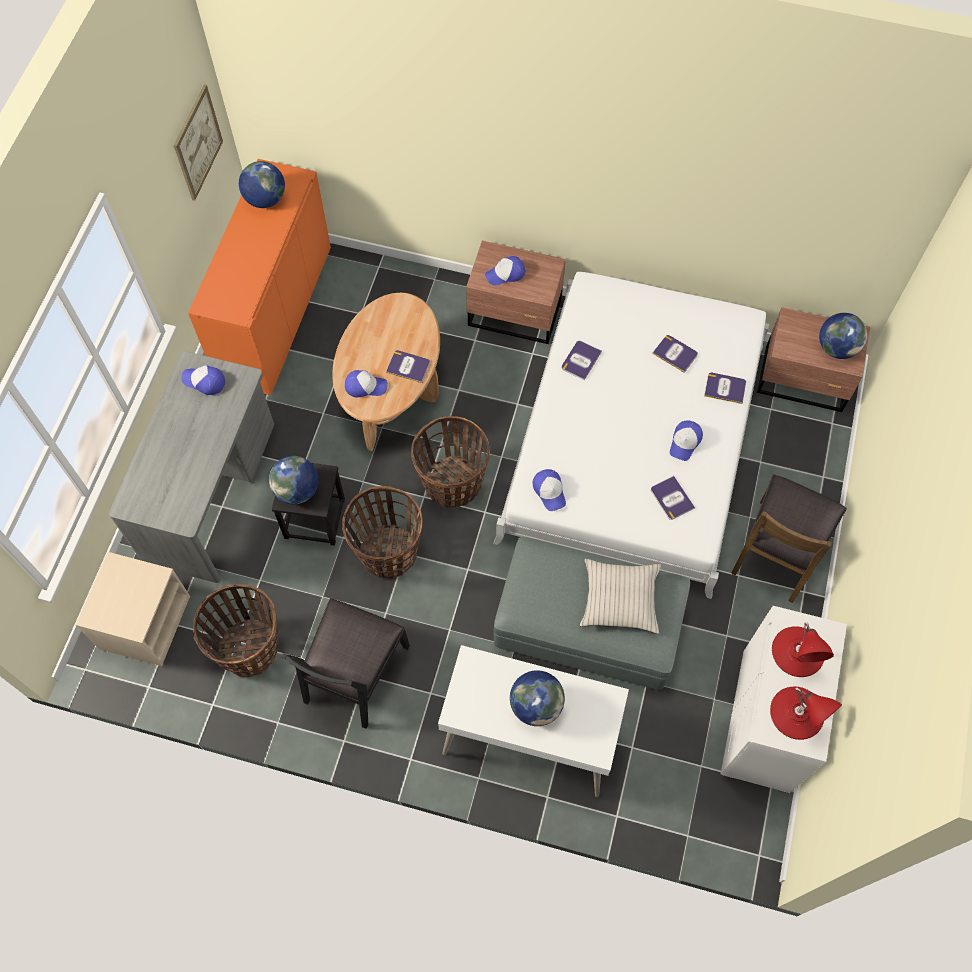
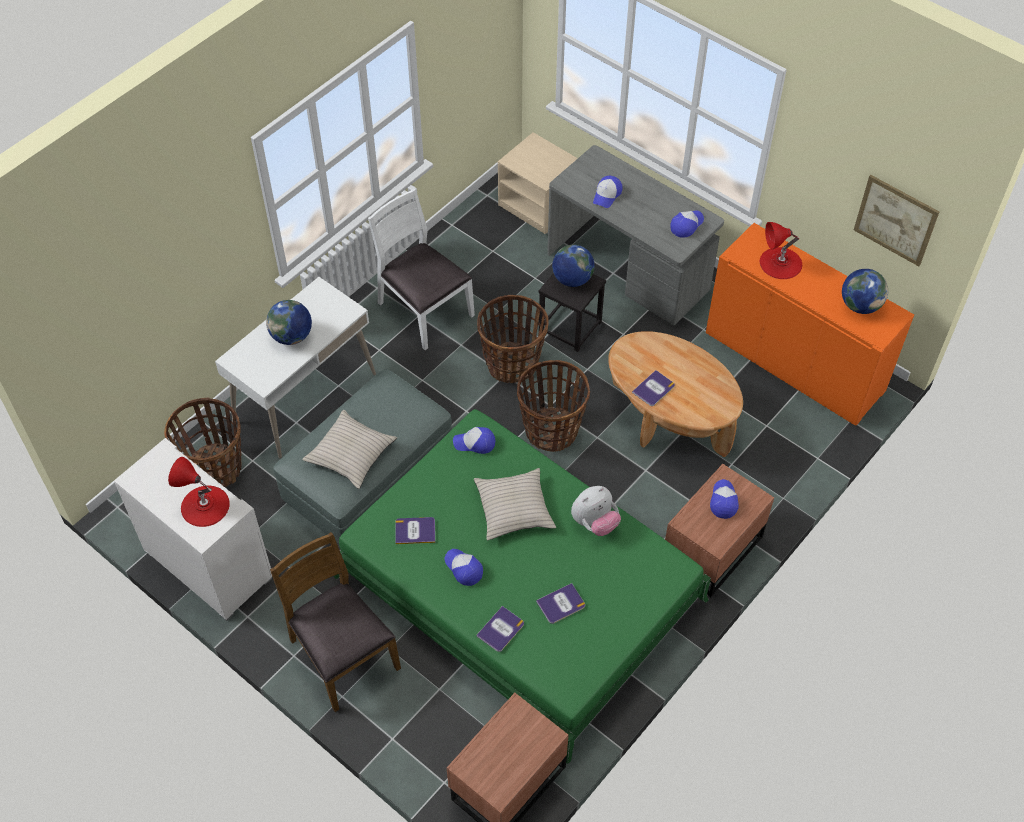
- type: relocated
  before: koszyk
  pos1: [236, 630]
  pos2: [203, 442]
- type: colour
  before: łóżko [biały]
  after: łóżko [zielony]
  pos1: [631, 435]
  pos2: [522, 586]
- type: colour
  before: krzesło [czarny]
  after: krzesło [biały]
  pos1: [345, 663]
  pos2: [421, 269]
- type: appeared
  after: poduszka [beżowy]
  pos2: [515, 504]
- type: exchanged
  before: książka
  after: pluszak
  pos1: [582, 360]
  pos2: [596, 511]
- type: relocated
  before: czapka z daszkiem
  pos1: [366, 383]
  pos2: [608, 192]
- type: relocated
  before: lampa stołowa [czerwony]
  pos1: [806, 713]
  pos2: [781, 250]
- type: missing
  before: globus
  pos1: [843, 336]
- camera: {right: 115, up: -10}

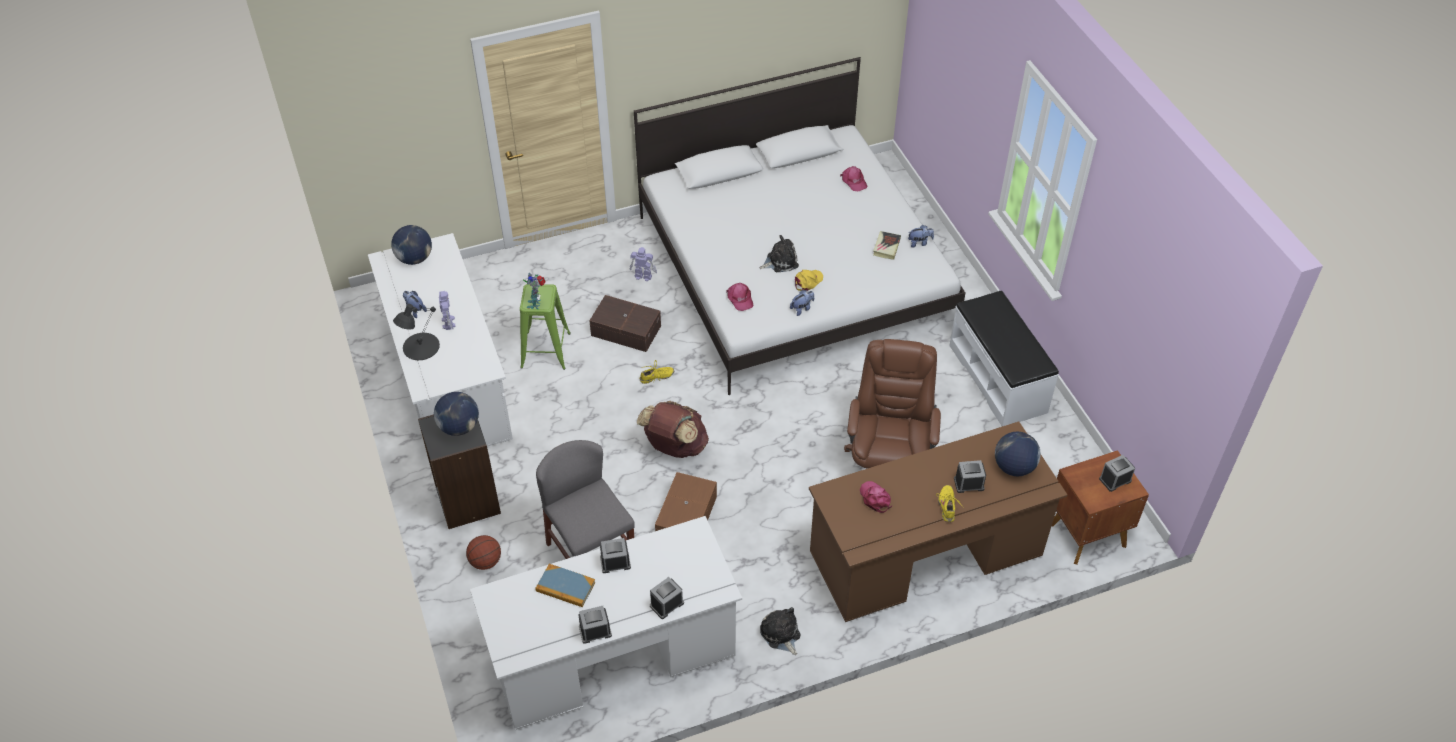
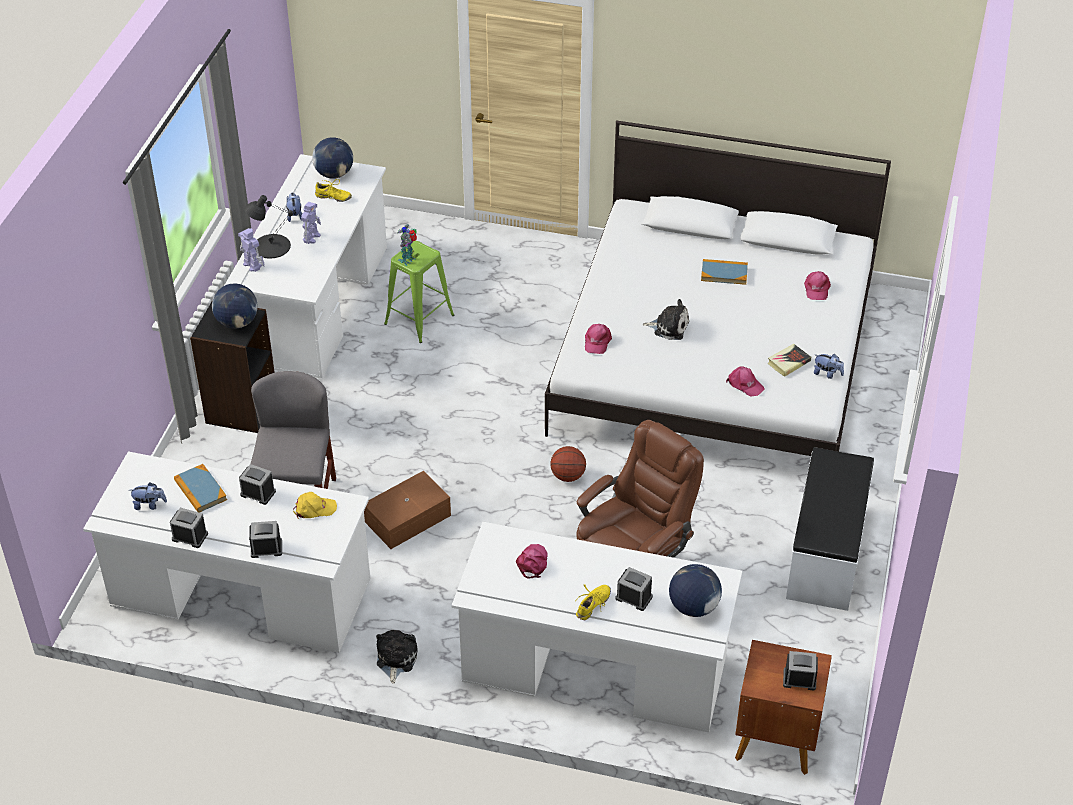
- type: relocated
  before: pluszak
  pos1: [802, 303]
  pos2: [149, 496]
- type: relocated
  before: robot zabawkowy
  pos1: [643, 264]
  pos2: [251, 250]
- type: relocated
  before: czapka z daszkiem [żółty]
  pos1: [809, 280]
  pos2: [315, 505]
- type: relocated
  before: but [żółty]
  pos1: [657, 372]
  pos2: [333, 190]
- type: colour
  before: biurko [brązowy]
  after: biurko [biały]
  pos1: [938, 521]
  pos2: [597, 627]
- type: relocated
  before: piłka do koszykówki
  pos1: [483, 552]
  pos2: [568, 464]
- type: appeared
  after: książka
  pos2: [724, 272]
- type: appeared
  after: czapka z daszkiem [różowy]
  pos2: [745, 381]
- type: missing
  before: pojemnik do przechowywania [brązowy]
  pos1: [625, 323]
- type: missing
  before: plecak [brązowy]
  pos1: [673, 429]
- camera: {right: 35, up: -5}

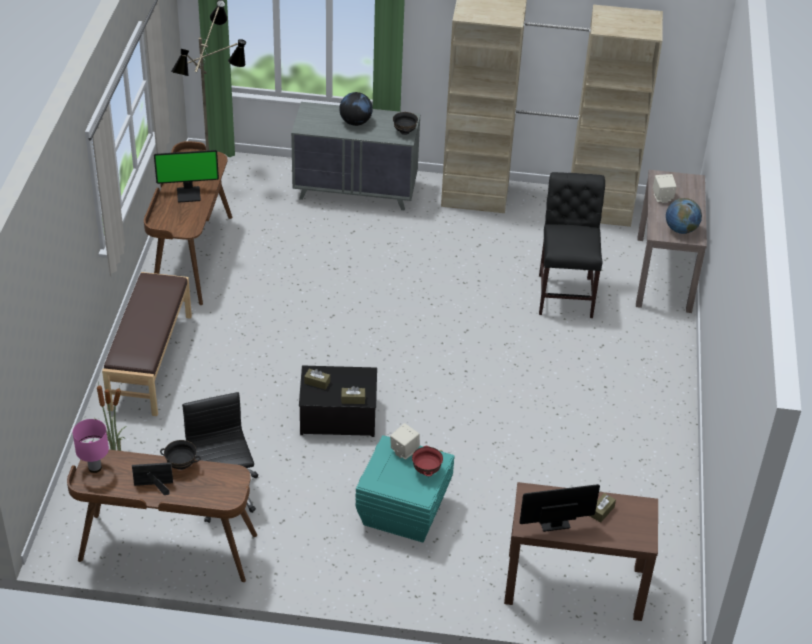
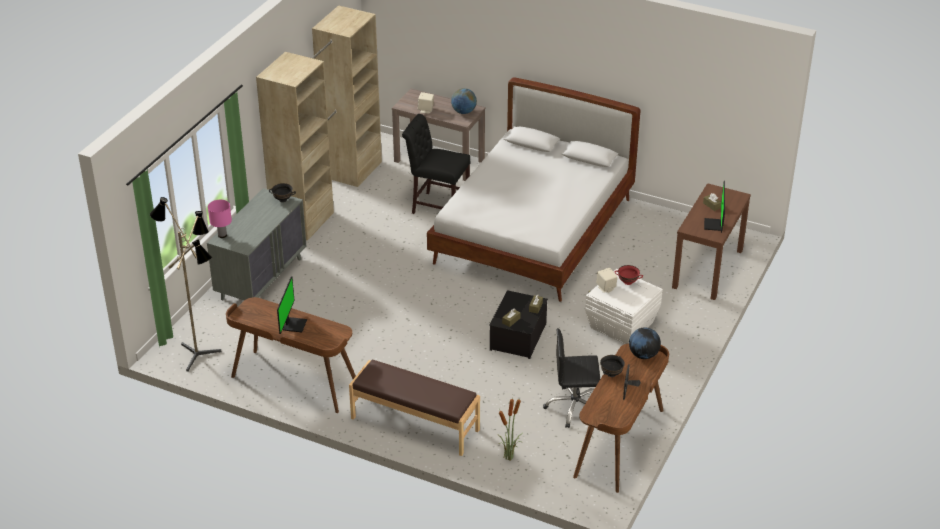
- type: relocated
  before: lampa stołowa [różowy]
  pos1: [91, 446]
  pos2: [220, 219]
- type: appeared
  after: łóżko [biały]
  pos2: [534, 189]
- type: colour
  before: pojemnik do przechowywania [turkusowy]
  after: pojemnik do przechowywania [biały]
  pos1: [405, 489]
  pos2: [624, 306]
- type: relocated
  before: globus
  pos1: [356, 109]
  pos2: [645, 343]
- camera: {right: -70, up: -5}

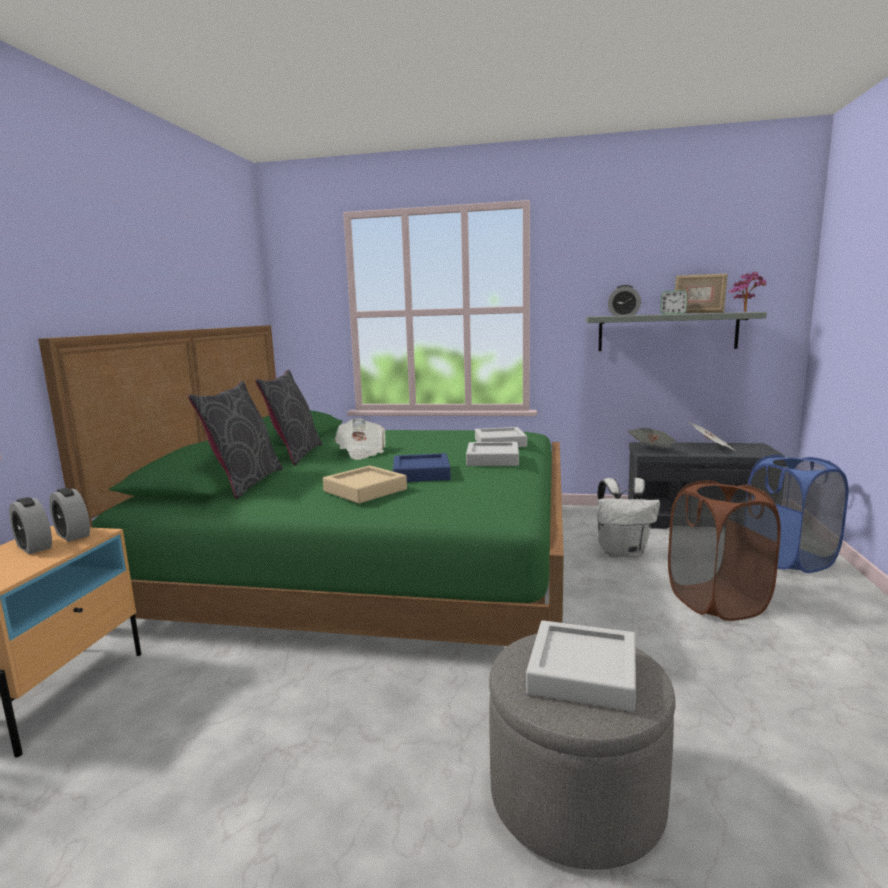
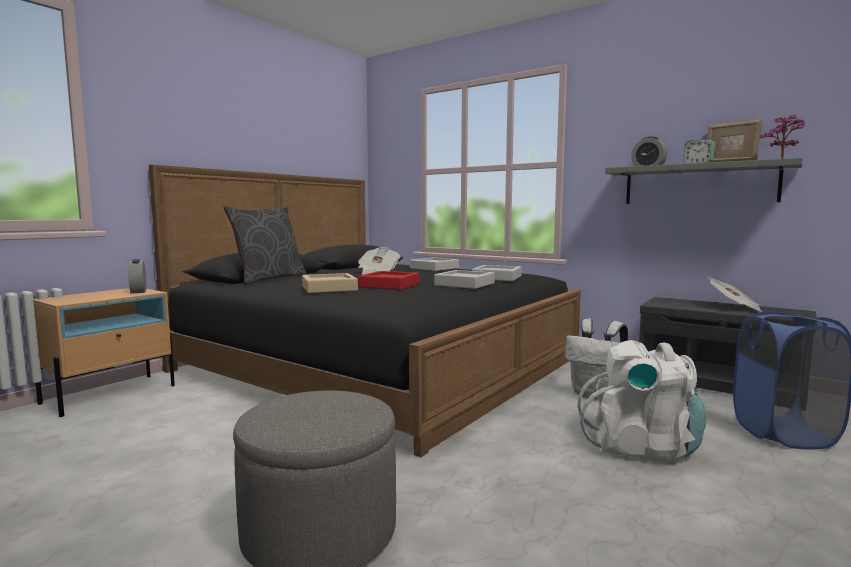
- type: colour
  before: łóżko [zielony]
  after: łóżko [czarny]
  pos1: [301, 485]
  pos2: [365, 311]
- type: colour
  before: taca [niebieski]
  after: taca [czerwony]
  pos1: [422, 467]
  pos2: [389, 280]
- type: relocated
  before: taca [szary]
  pos1: [581, 666]
  pos2: [434, 264]
- type: exchanged
  before: kosz na pranie [brązowy]
  after: plecak [biały]
  pos1: [724, 550]
  pos2: [642, 401]
- type: missing
  before: budzik
  pos1: [30, 525]
- type: missing
  before: poduszka [szary]
  pos1: [288, 417]
- type: missing
  before: gazeta
  pos1: [651, 437]
- camera: {right: 25, up: -5}

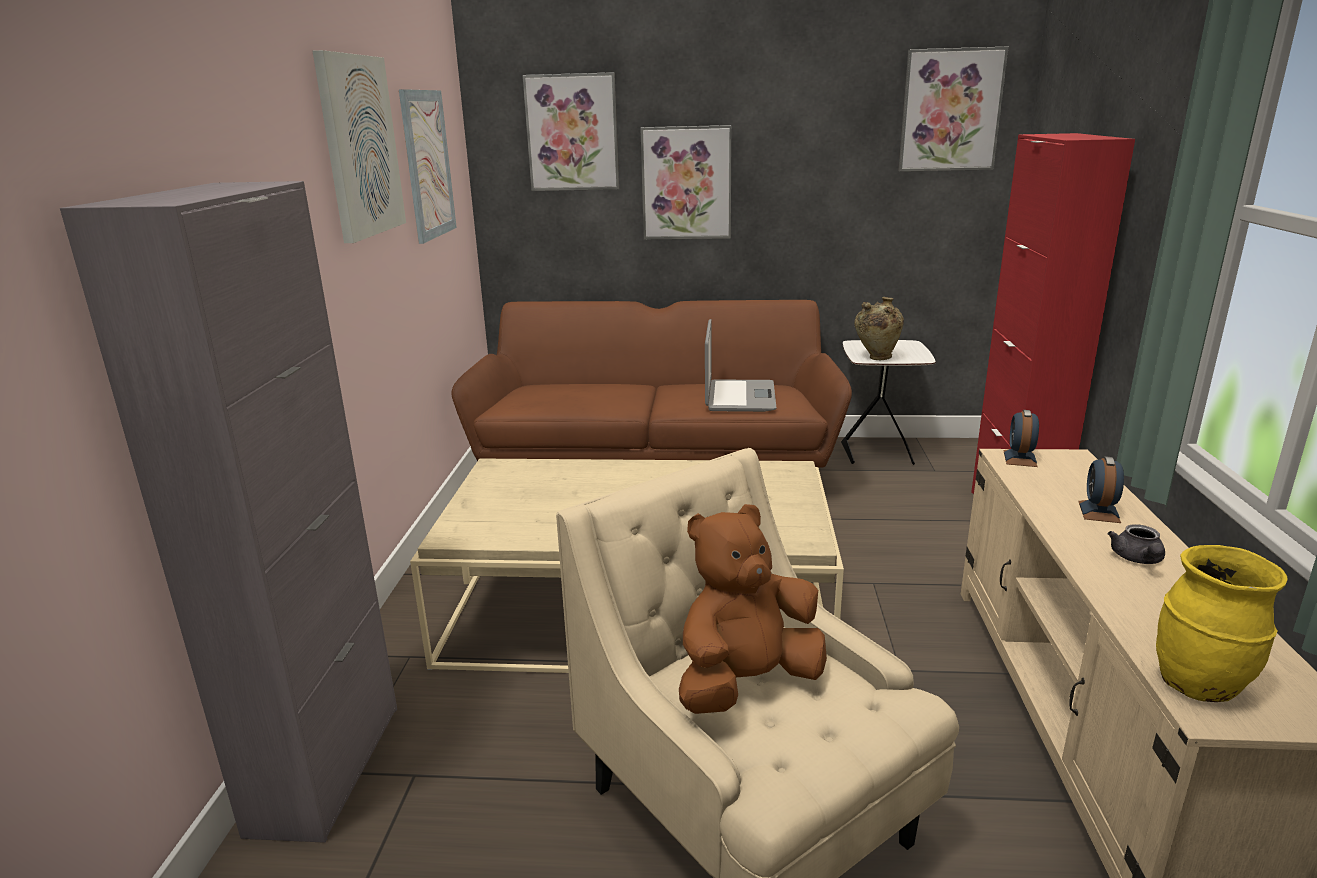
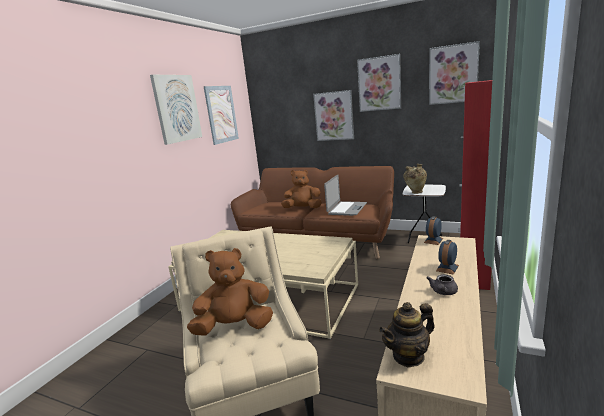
- type: appeared
  after: pluszak [brązowy]
  pos2: [301, 189]
- type: relocated
  before: obraz
  pos1: [570, 131]
  pos2: [379, 83]
- type: exchanged
  before: wazon [żółty]
  after: imbryk
  pos1: [1222, 623]
  pos2: [407, 334]
- type: missing
  before: szafka [szary]
  pos1: [228, 512]
- camera: {right: 20, up: -5}

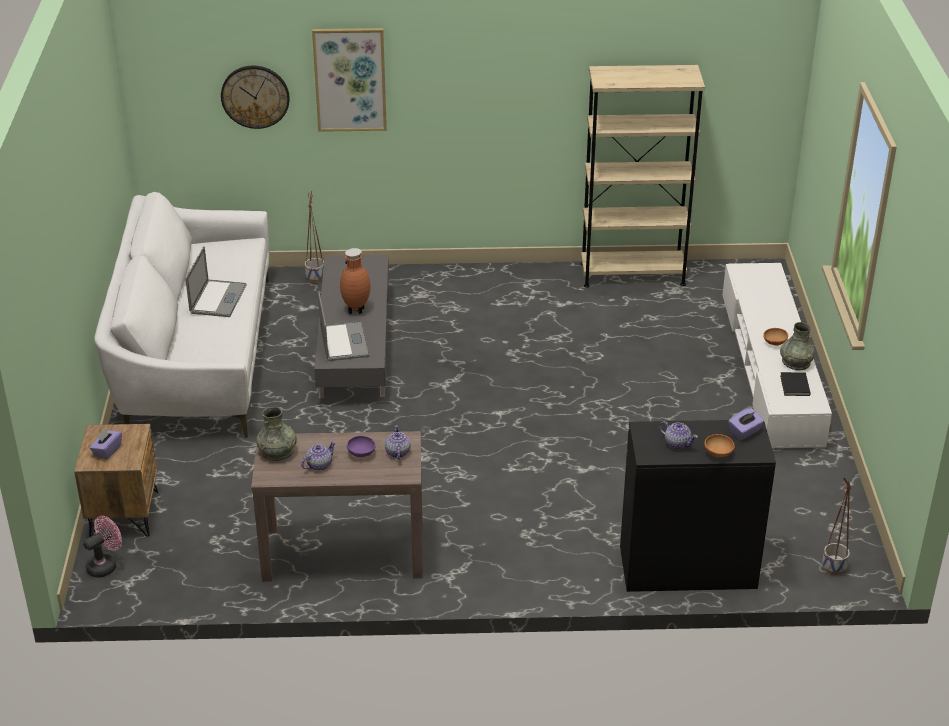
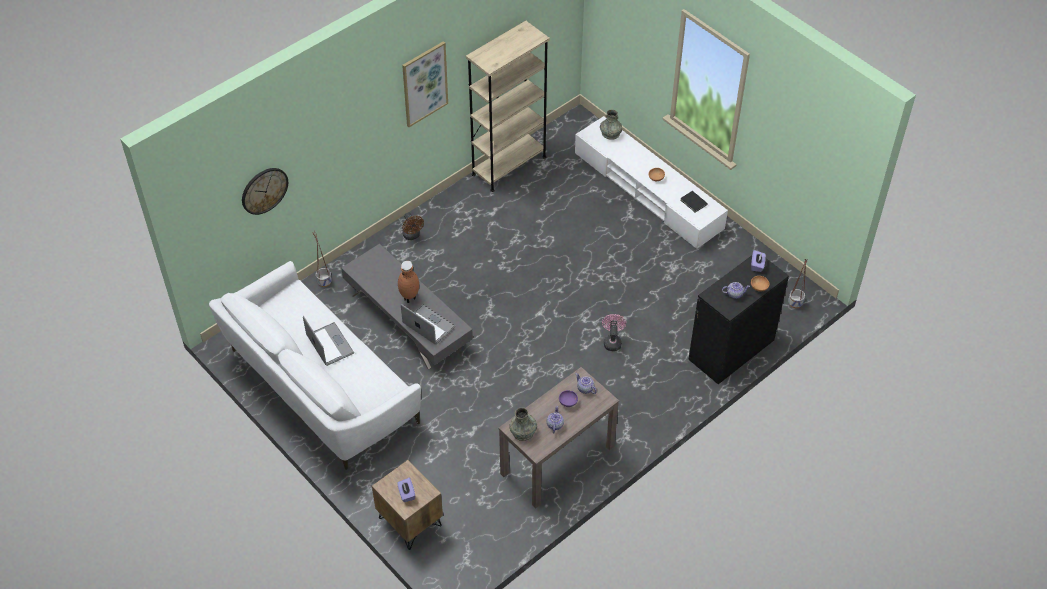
- type: relocated
  before: obraz
  pos1: [349, 80]
  pos2: [425, 84]
- type: appeared
  after: wentylator [brązowy]
  pos2: [413, 226]
- type: relocated
  before: wazon [szary]
  pos1: [797, 346]
  pos2: [611, 125]
- type: relocated
  before: wentylator [różowy]
  pos1: [102, 547]
  pos2: [614, 332]
- camera: {right: -40, up: 15}

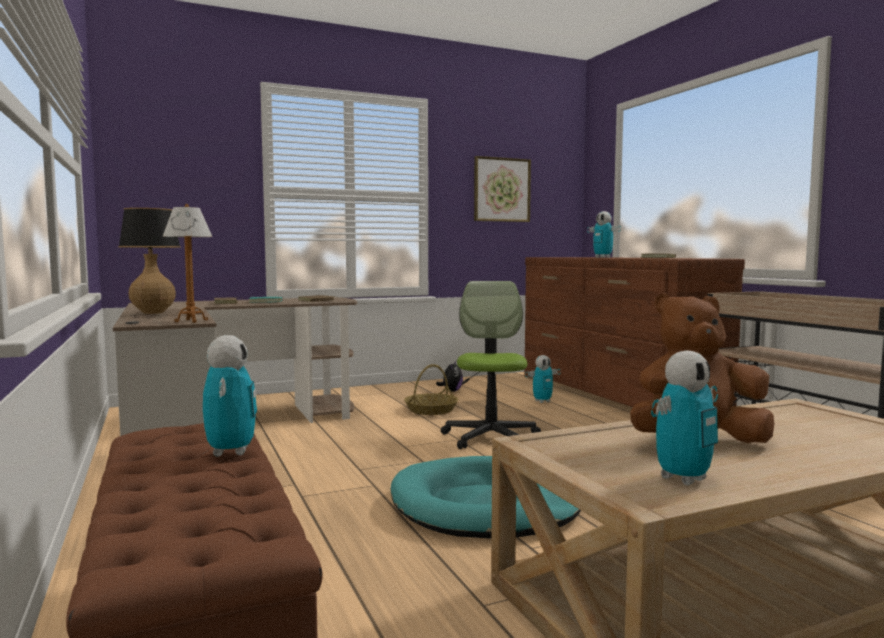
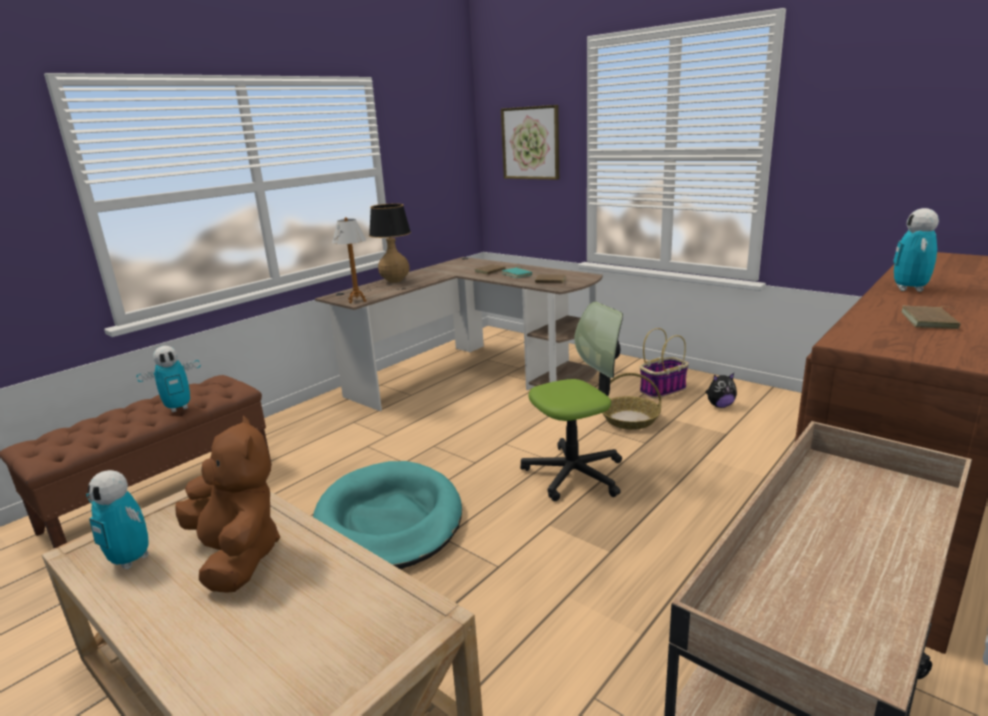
- type: relocated
  before: obraz
  pos1: [502, 189]
  pos2: [530, 142]
- type: appeared
  after: koszyk
  pos2: [664, 363]
- type: missing
  before: robot zabawkowy
  pos1: [543, 379]
- camera: {right: 65, up: 15}

